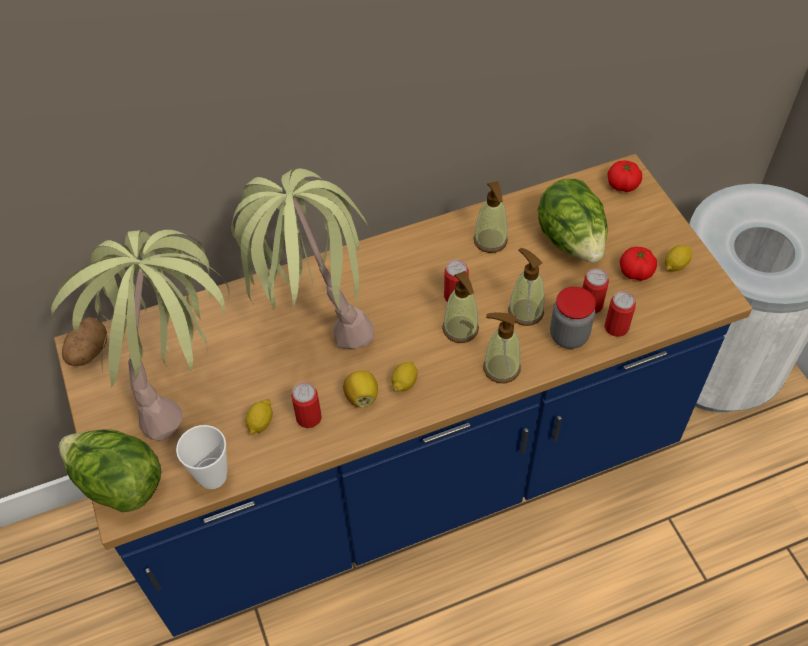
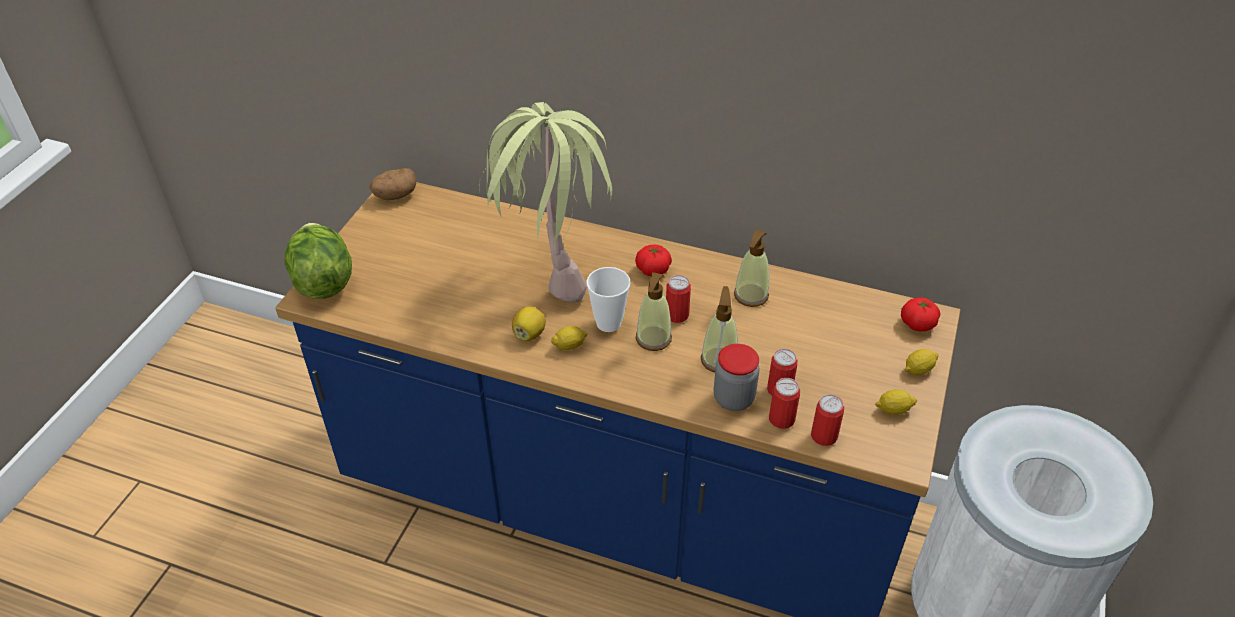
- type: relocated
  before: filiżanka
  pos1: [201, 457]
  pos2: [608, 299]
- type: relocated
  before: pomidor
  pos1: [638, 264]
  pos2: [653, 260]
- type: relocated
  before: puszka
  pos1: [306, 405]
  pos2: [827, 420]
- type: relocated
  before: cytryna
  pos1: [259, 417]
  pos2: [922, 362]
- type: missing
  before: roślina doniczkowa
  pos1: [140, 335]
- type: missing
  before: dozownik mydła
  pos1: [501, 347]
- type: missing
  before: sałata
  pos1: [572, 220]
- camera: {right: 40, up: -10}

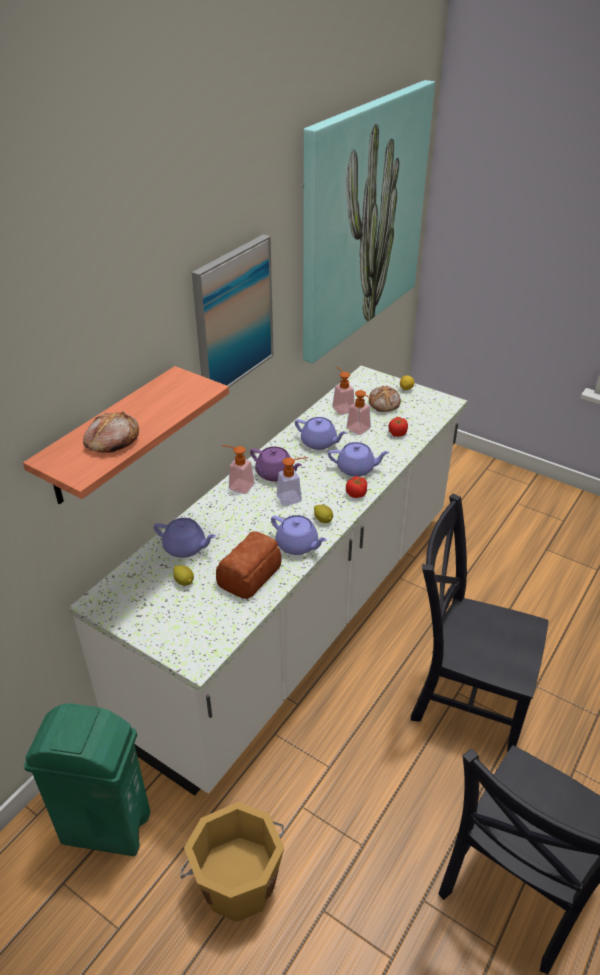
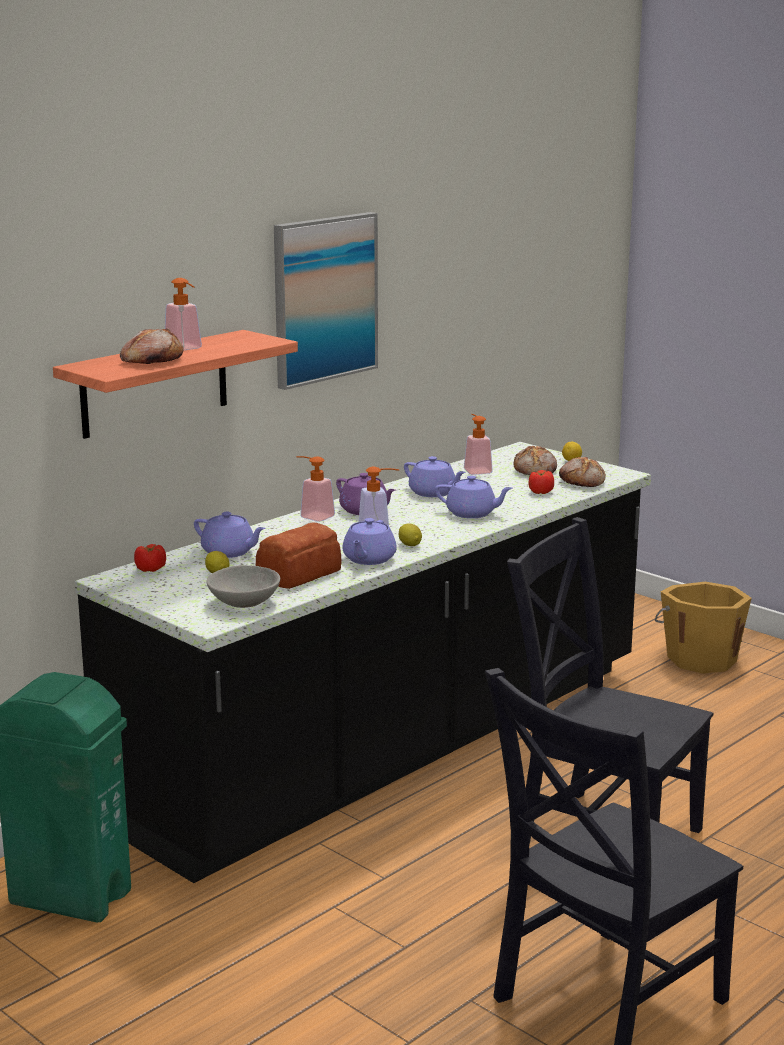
- type: colour
  before: zabudowa kuchenna [biały]
  after: zabudowa kuchenna [czarny]
  pos1: [268, 581]
  pos2: [363, 662]
- type: relocated
  before: pomidor
  pos1: [356, 487]
  pos2: [150, 558]
- type: relocated
  before: dozownik mydła
  pos1: [360, 412]
  pos2: [183, 314]
- type: appeared
  after: miska [szary]
  pos2: [243, 586]
- type: spun
  before: imbryk [fioletowy]
  pos1: [299, 535]
  pos2: [369, 541]
  turn: 60
- type: appeared
  after: chleb
  pos2: [582, 472]
- type: relocated
  before: wiadro [pomarańczowy]
  pos1: [232, 862]
  pos2: [703, 628]
- type: missing
  before: obraz
  pos1: [369, 222]
- camera: {right: 10, up: -20}

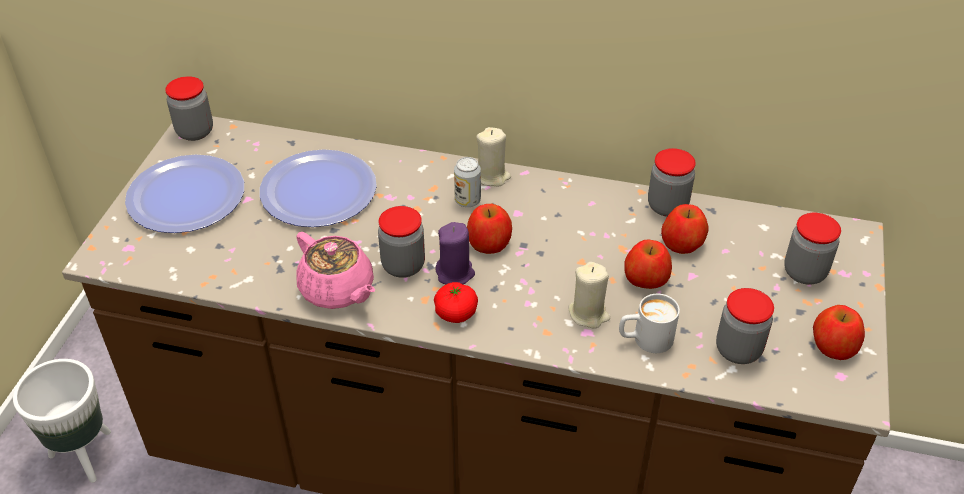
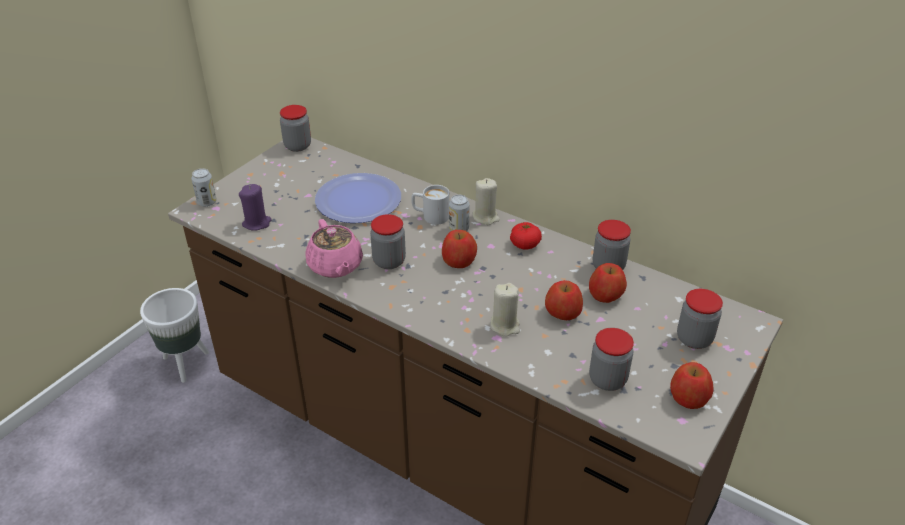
- type: appeared
  after: puszka
  pos2: [204, 187]
- type: relocated
  before: świeca [fioletowy]
  pos1: [455, 253]
  pos2: [255, 207]
- type: relocated
  before: kubek [biały]
  pos1: [649, 323]
  pos2: [430, 205]
- type: relocated
  before: pomidor
  pos1: [456, 302]
  pos2: [526, 236]
- type: missing
  before: talerz
  pos1: [184, 193]
- camera: {right: 20, up: -5}

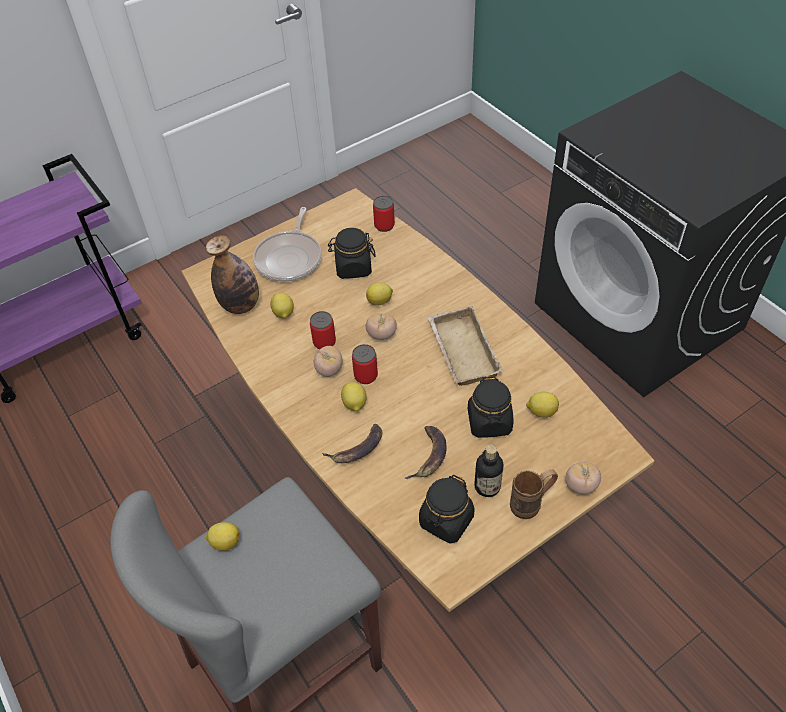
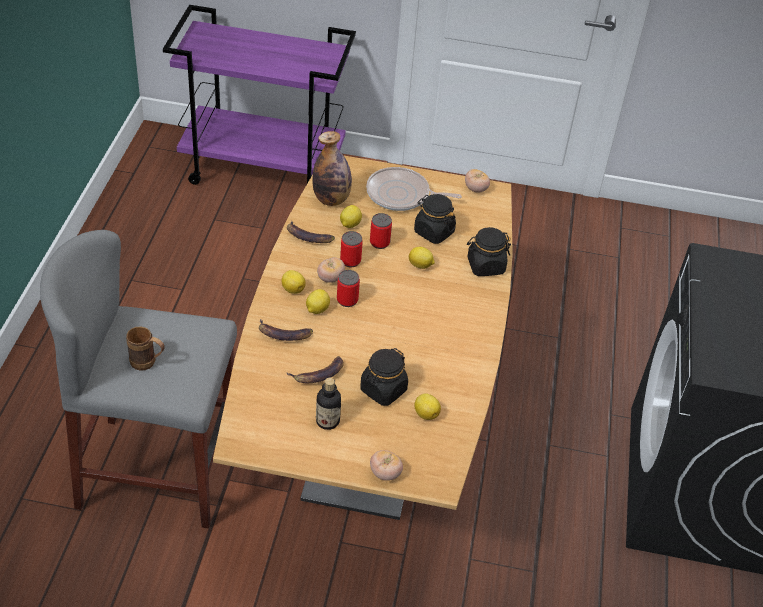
- type: relocated
  before: kubek [brązowy]
  pos1: [534, 494]
  pos2: [145, 349]
- type: relocated
  before: cytryna
  pos1: [222, 536]
  pos2: [294, 282]
- type: appeared
  after: banan
  pos2: [311, 231]
- type: spun
  before: patelnia
  pos1: [287, 244]
  pos2: [414, 189]
  turn: 45
- type: relocated
  before: puszka
  pos1: [384, 214]
  pos2: [381, 231]
- type: relocated
  before: pomidor
  pos1: [381, 327]
  pos2: [477, 180]
- type: relocated
  before: słoik [czarny]
  pos1: [447, 509]
  pos2: [489, 251]
- type: missing
  before: taca [beżowy]
  pos1: [465, 346]
- camera: {right: 40, up: -5}

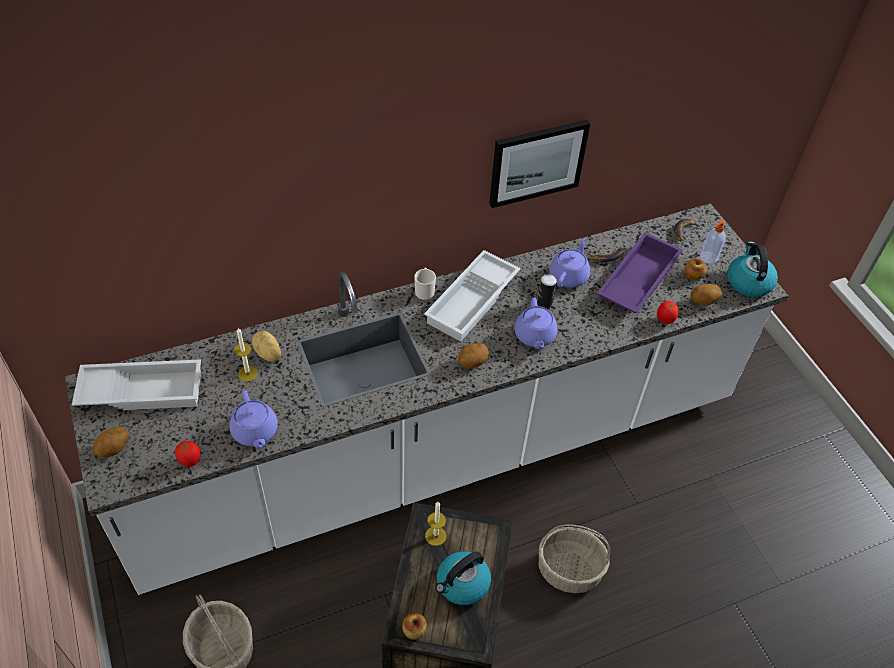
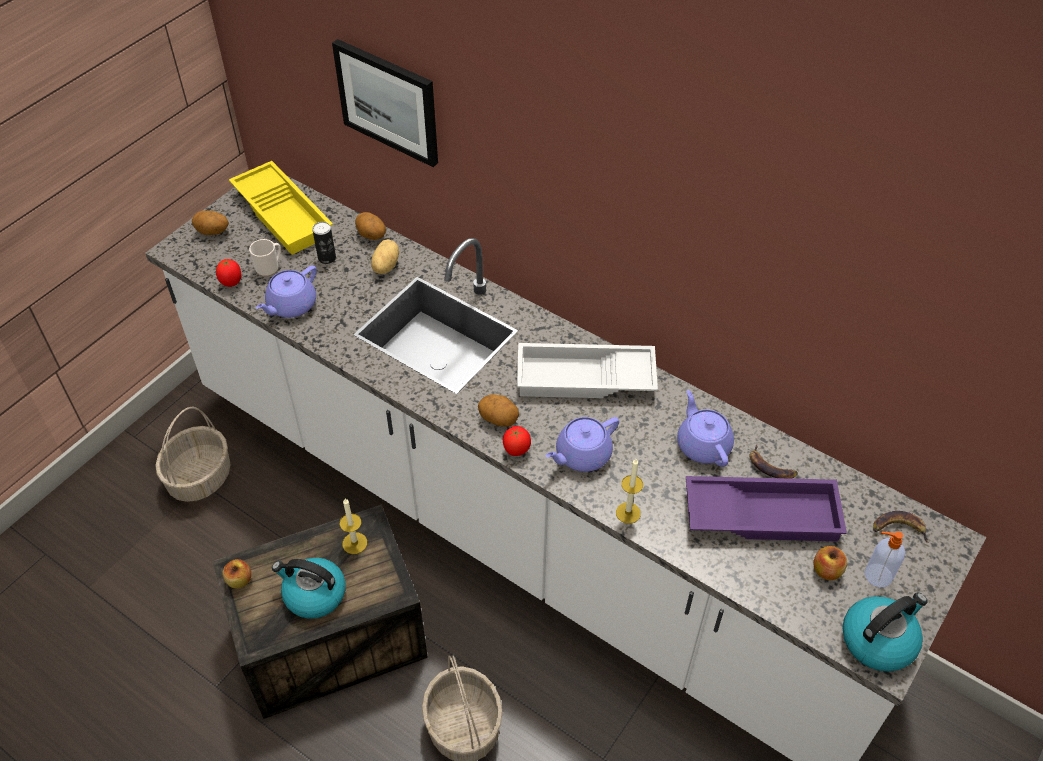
- type: colour
  before: taca [biały]
  after: taca [żółty]
  pos1: [136, 384]
  pos2: [281, 208]
- type: relocated
  before: kubek
  pos1: [425, 284]
  pos2: [265, 257]
- type: relocated
  before: puszka
  pos1: [547, 291]
  pos2: [324, 243]
- type: relocated
  before: obraz
  pos1: [539, 164]
  pos2: [385, 103]
- type: relocated
  before: ziemniak
  pos1: [706, 295]
  pos2: [370, 226]
- type: relocated
  before: pomidor
  pos1: [668, 312]
  pos2: [517, 441]
- type: relocated
  before: świeca
  pos1: [246, 355]
  pos2: [629, 491]
- type: spun
  before: imbryk [fioletowy]
  pos1: [569, 262]
  pos2: [705, 428]
  turn: -105
- camera: {right: 60, up: 0}

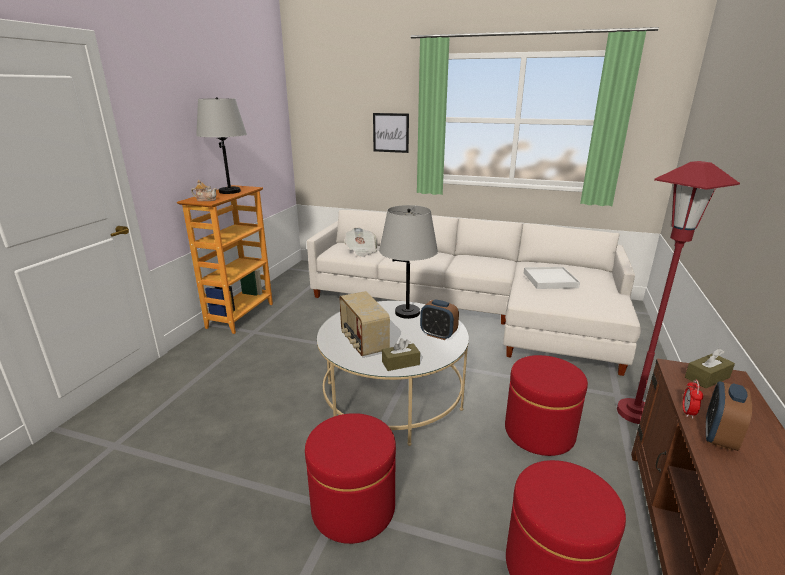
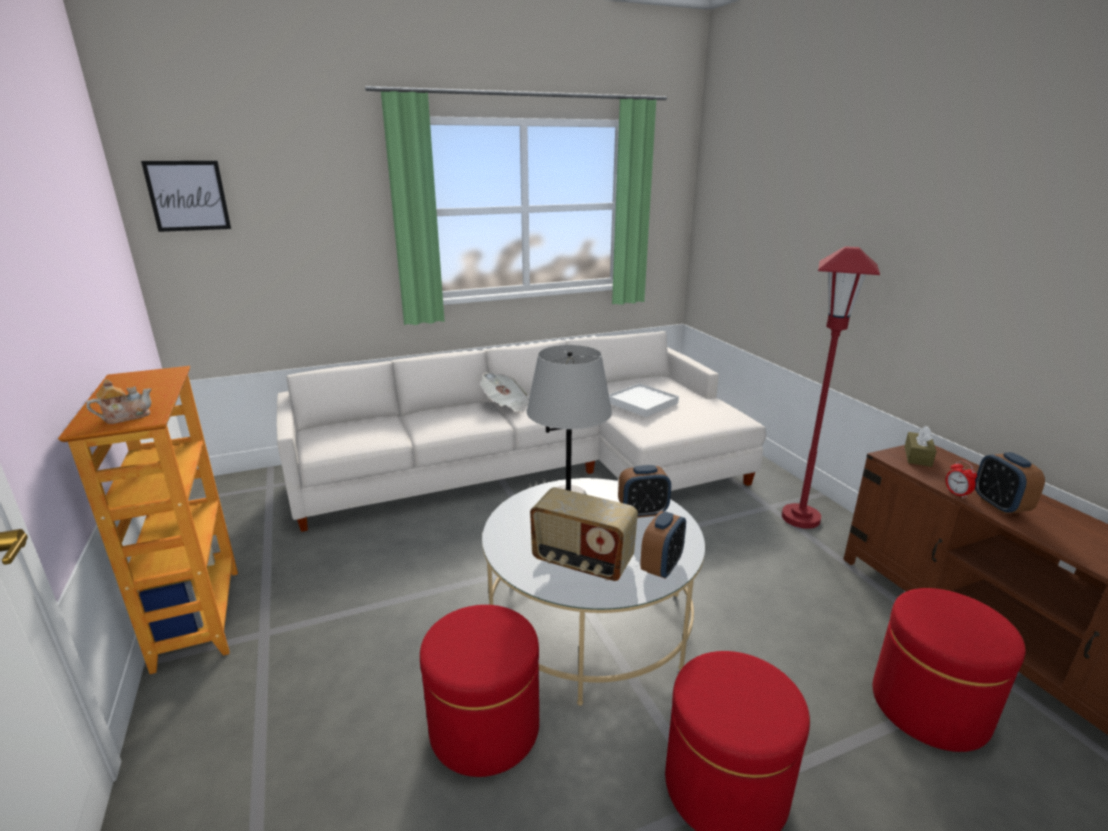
- type: relocated
  before: obraz
  pos1: [391, 133]
  pos2: [186, 196]
- type: relocated
  before: pufa [czerwony]
  pos1: [546, 405]
  pos2: [479, 691]
- type: relocated
  before: gazeta
  pos1: [360, 242]
  pos2: [504, 392]
- type: exchanged
  before: pudełko chusteczek [brązowy]
  after: budzik
  pos1: [401, 354]
  pos2: [663, 545]
- type: missing
  before: lampa stołowa [szary]
  pos1: [221, 145]
- camera: {right: -40, up: 0}

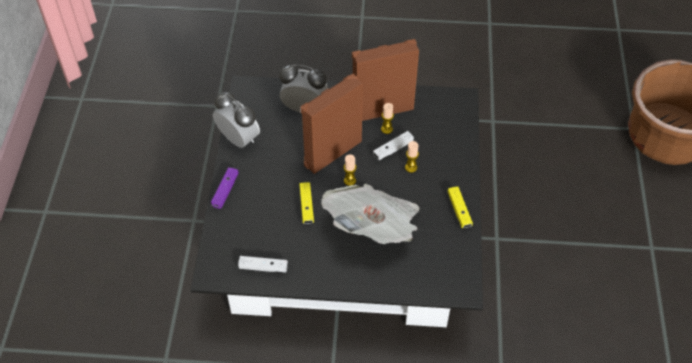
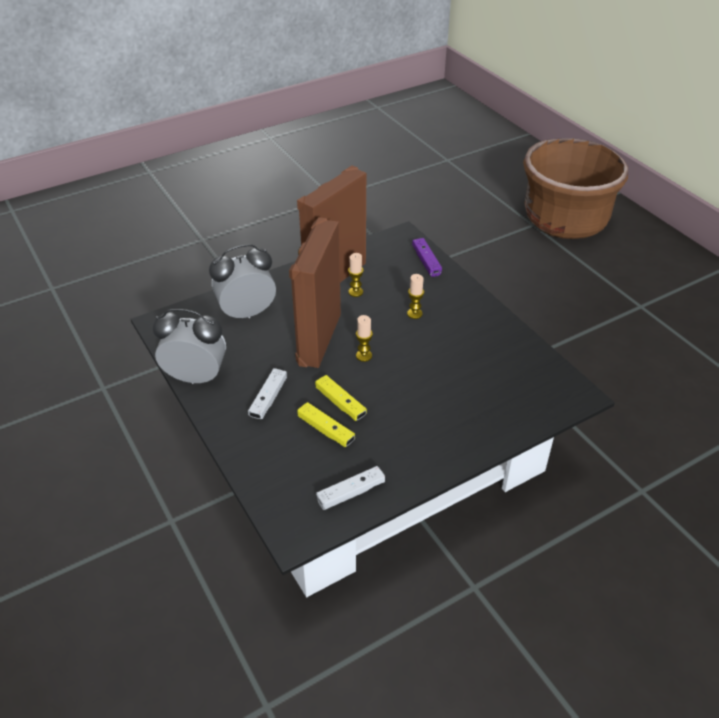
- type: relocated
  before: pad do gier [biały]
  pos1: [393, 145]
  pos2: [267, 393]
- type: relocated
  before: pad do gier [żółty]
  pos1: [460, 207]
  pos2: [326, 424]
- type: relocated
  before: pad do gier [fioletowy]
  pos1: [225, 188]
  pos2: [427, 257]
- type: missing
  before: gazeta
  pos1: [370, 214]
- camera: {right: -35, up: -10}

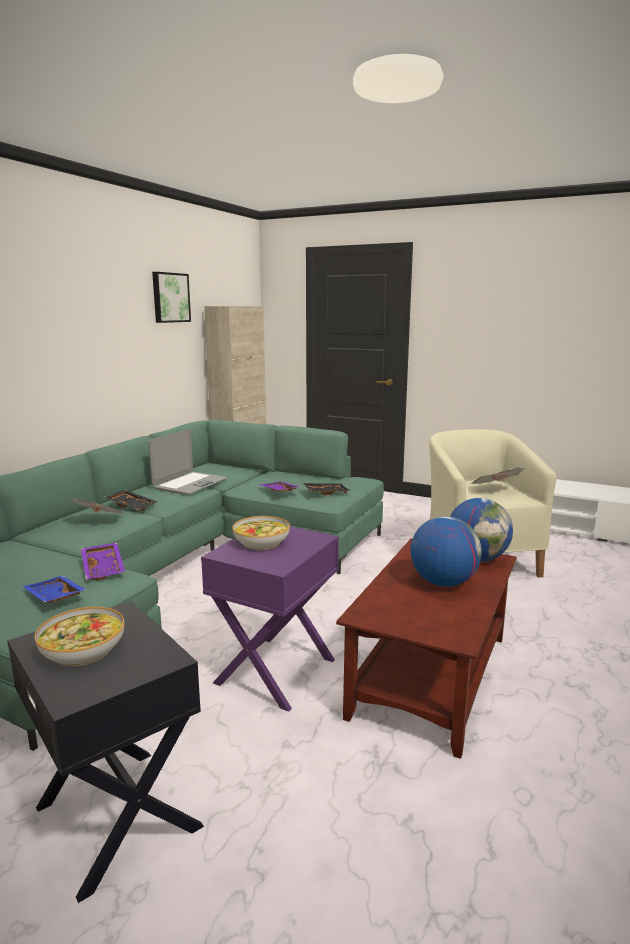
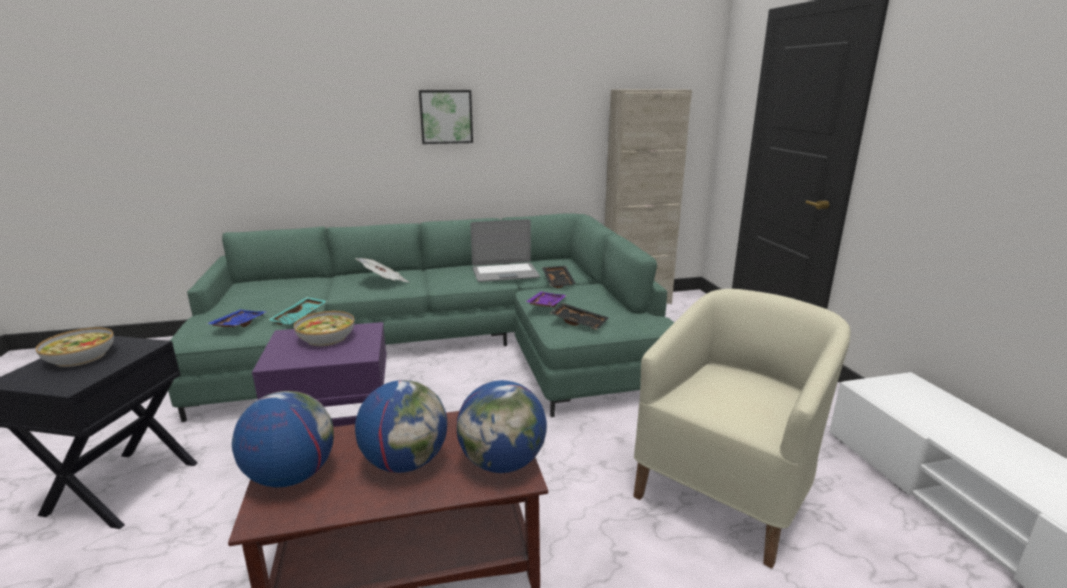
- type: appeared
  after: globus
  pos2: [283, 439]
- type: colour
  before: taca [fioletowy]
  after: taca [turkusowy]
  pos1: [103, 562]
  pos2: [298, 311]
- type: relocated
  before: obraz
  pos1: [171, 297]
  pos2: [446, 117]
- type: relocated
  before: taca [czarny]
  pos1: [131, 500]
  pos2: [559, 277]
- type: missing
  before: gazeta
  pos1: [498, 476]
- camera: {right: 50, up: 5}

